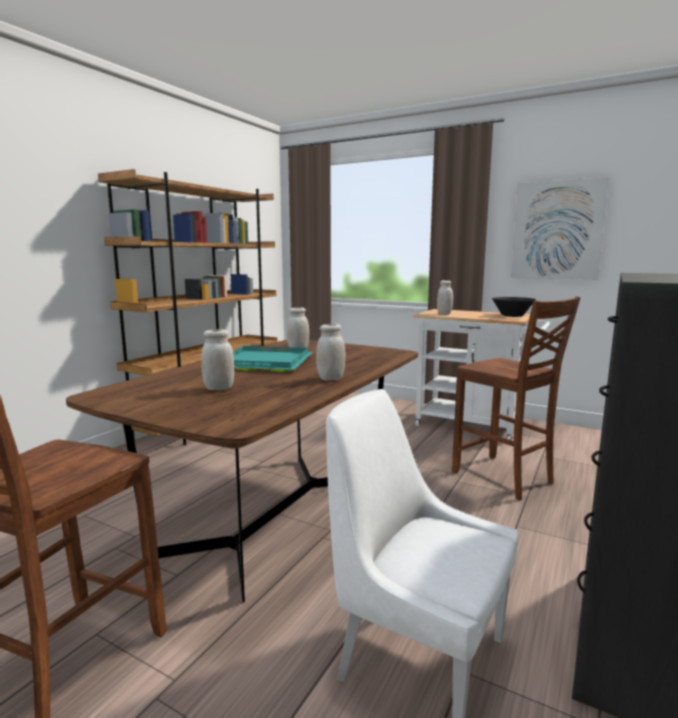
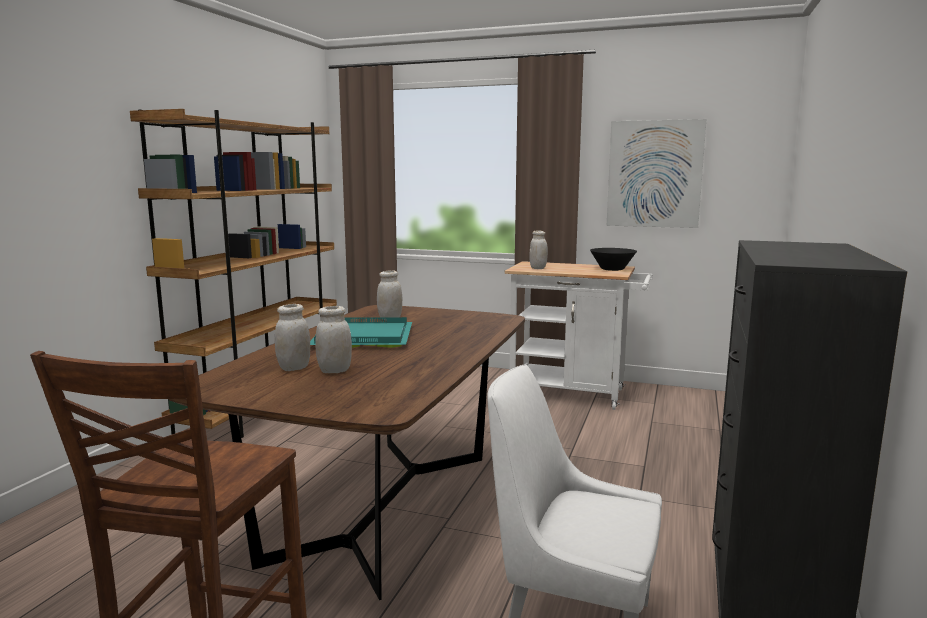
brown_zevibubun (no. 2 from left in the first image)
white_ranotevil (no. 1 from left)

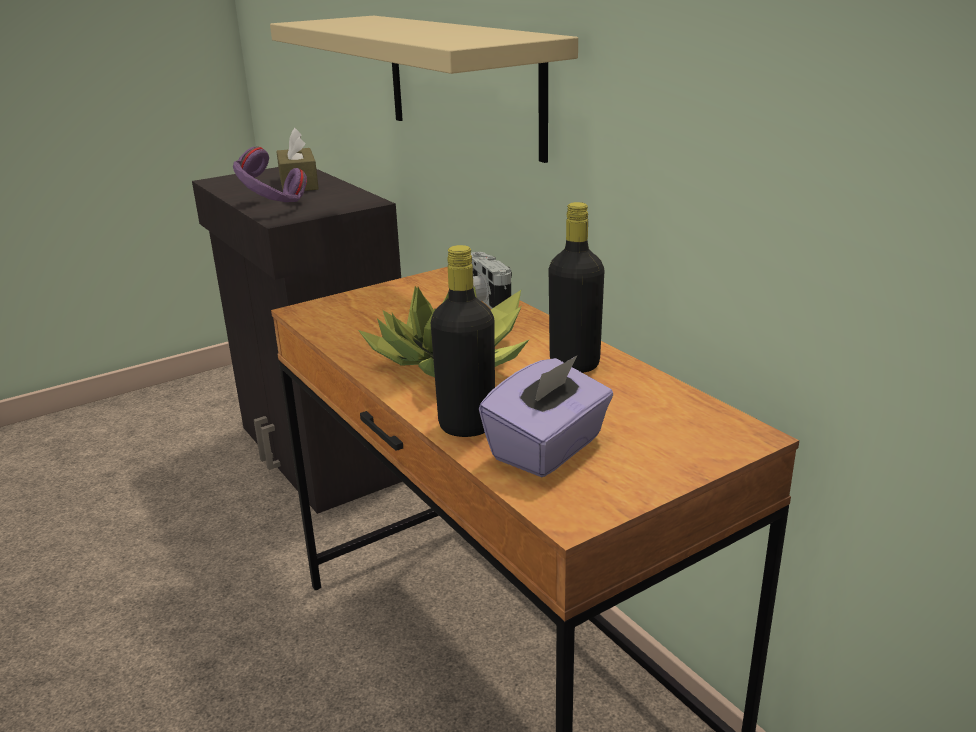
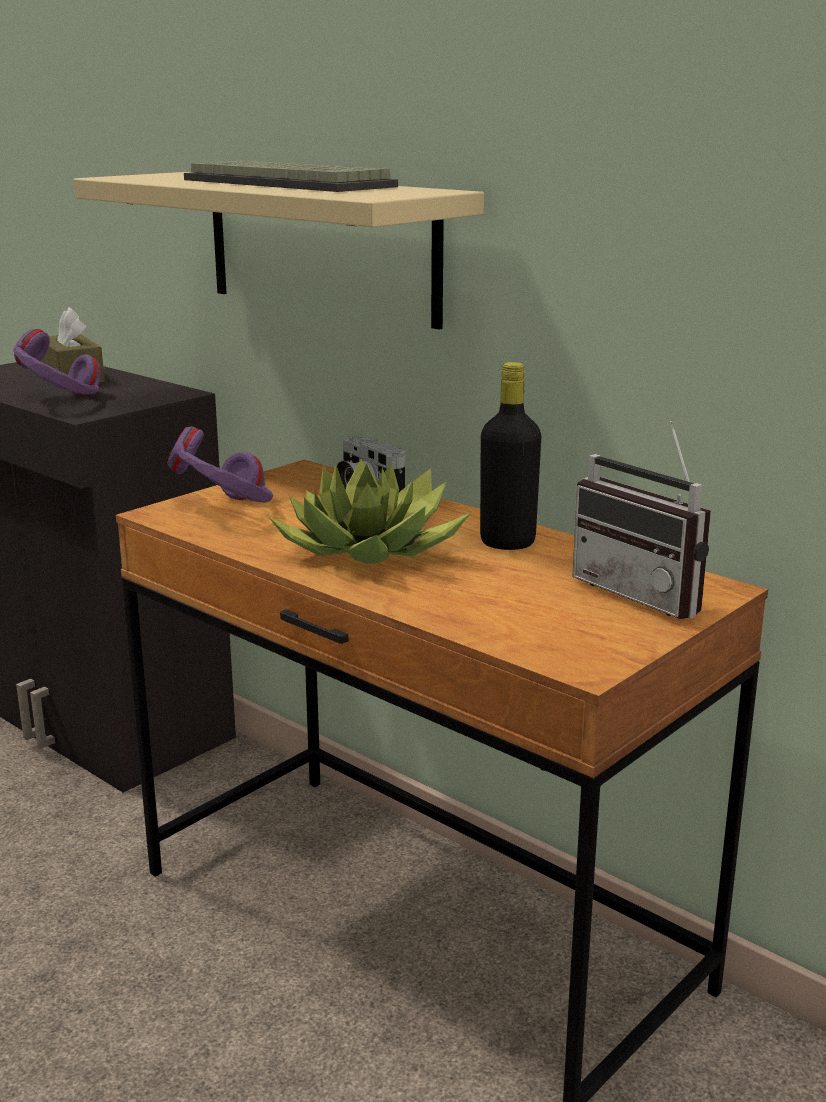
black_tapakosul (no. 1 from left in the first image)
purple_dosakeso
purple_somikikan (no. 2 from left)
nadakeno
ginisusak

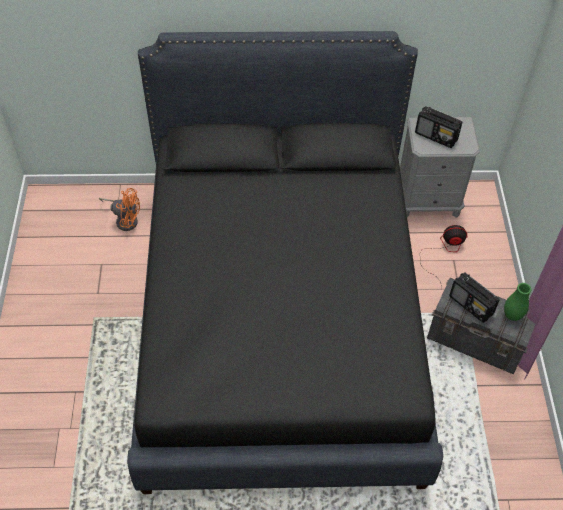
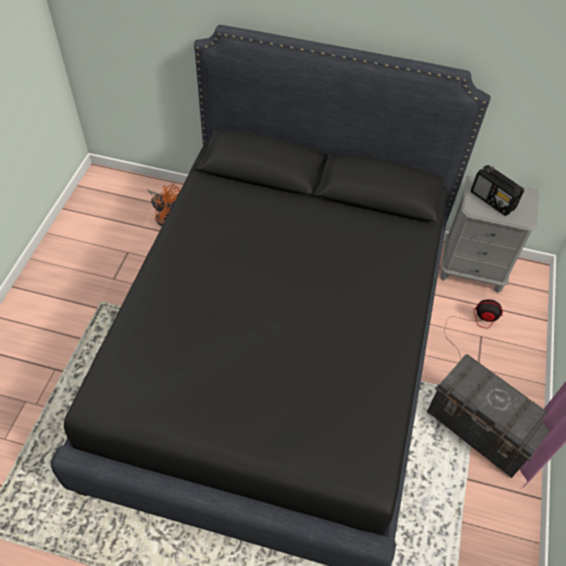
ginisusak (no. 2 from left in the first image)
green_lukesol

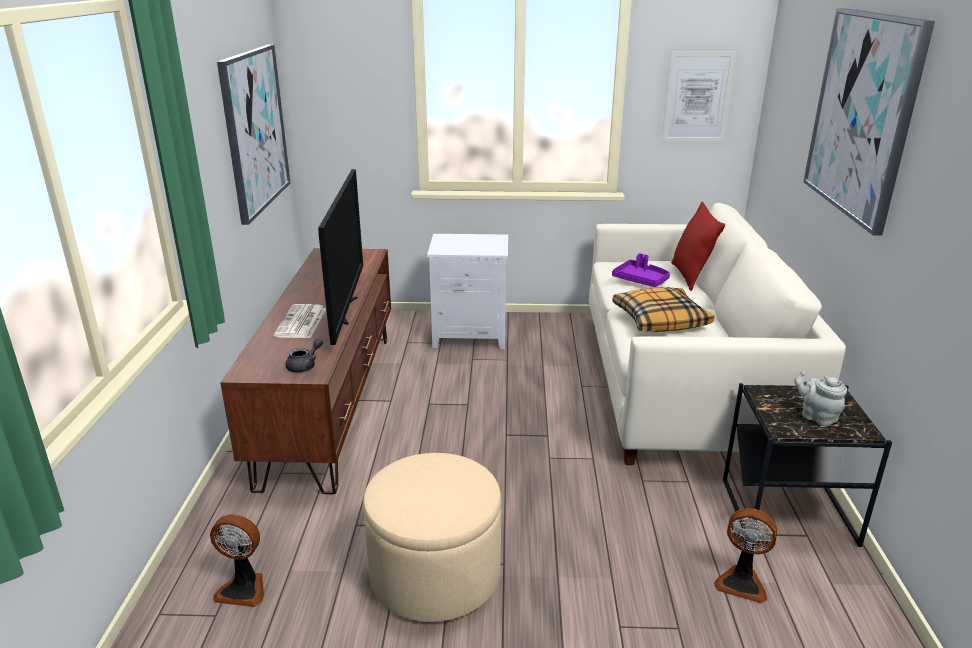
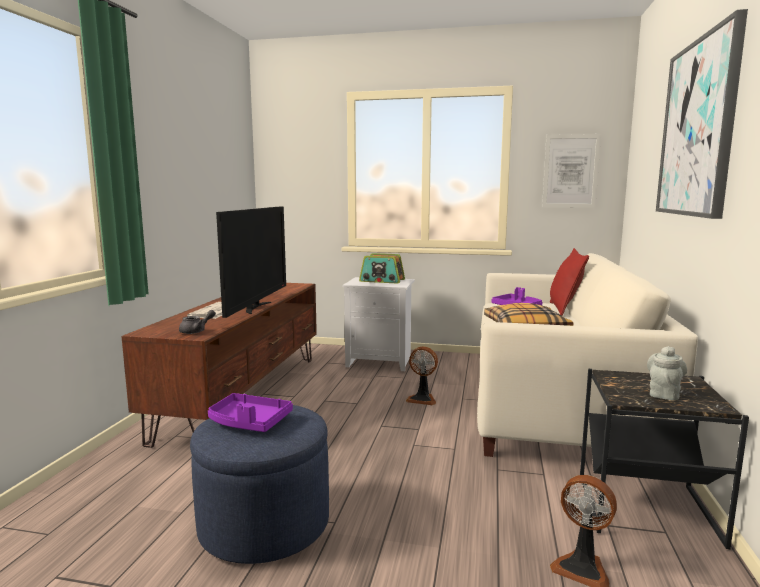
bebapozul (no. 1 from left in the first image)
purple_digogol (no. 1 from left)
ginisusak
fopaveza (no. 1 from left)
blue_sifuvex
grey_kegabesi (no. 2 from left)

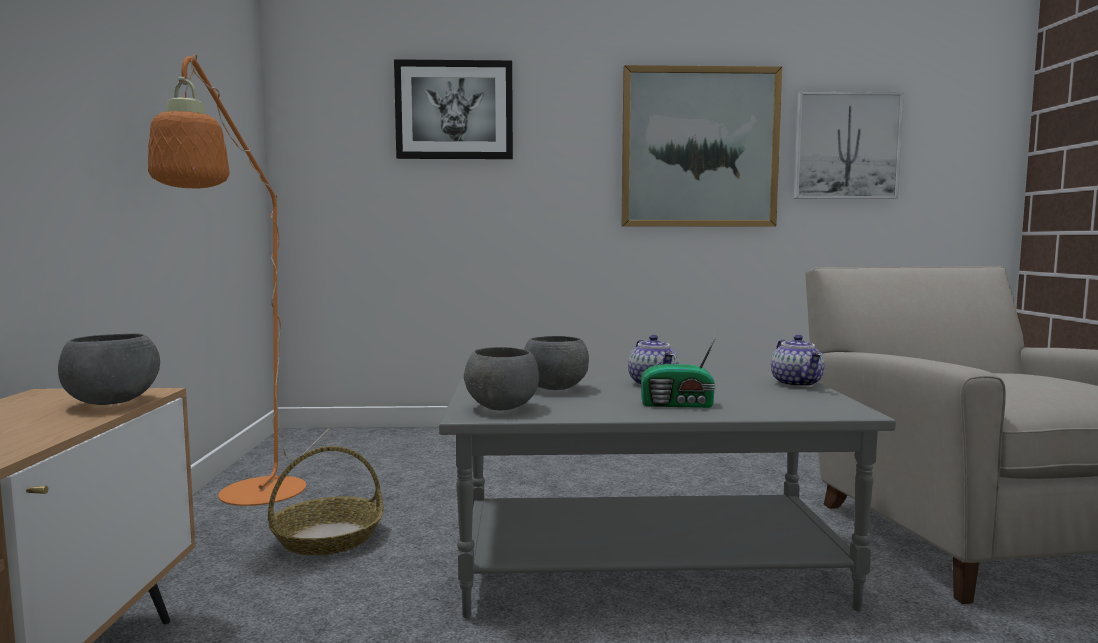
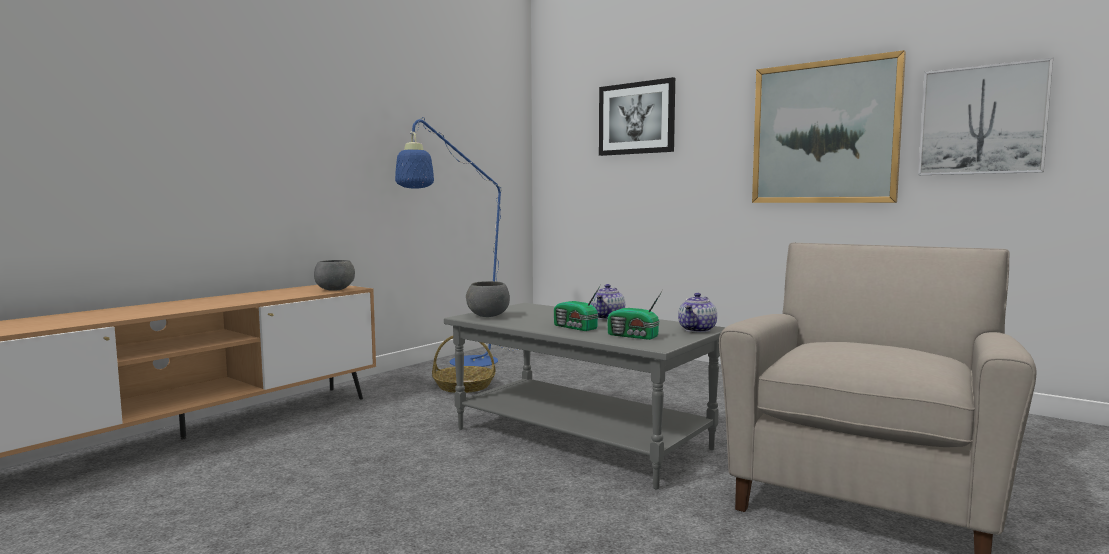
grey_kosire (no. 3 from left in the first image)
ginisusak (no. 2 from left)
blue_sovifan

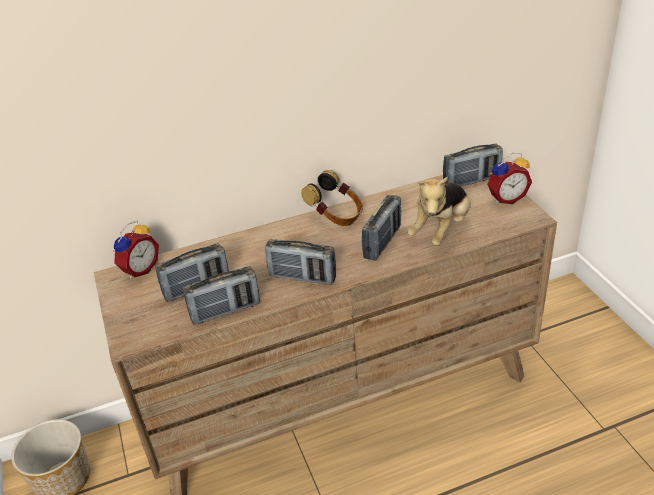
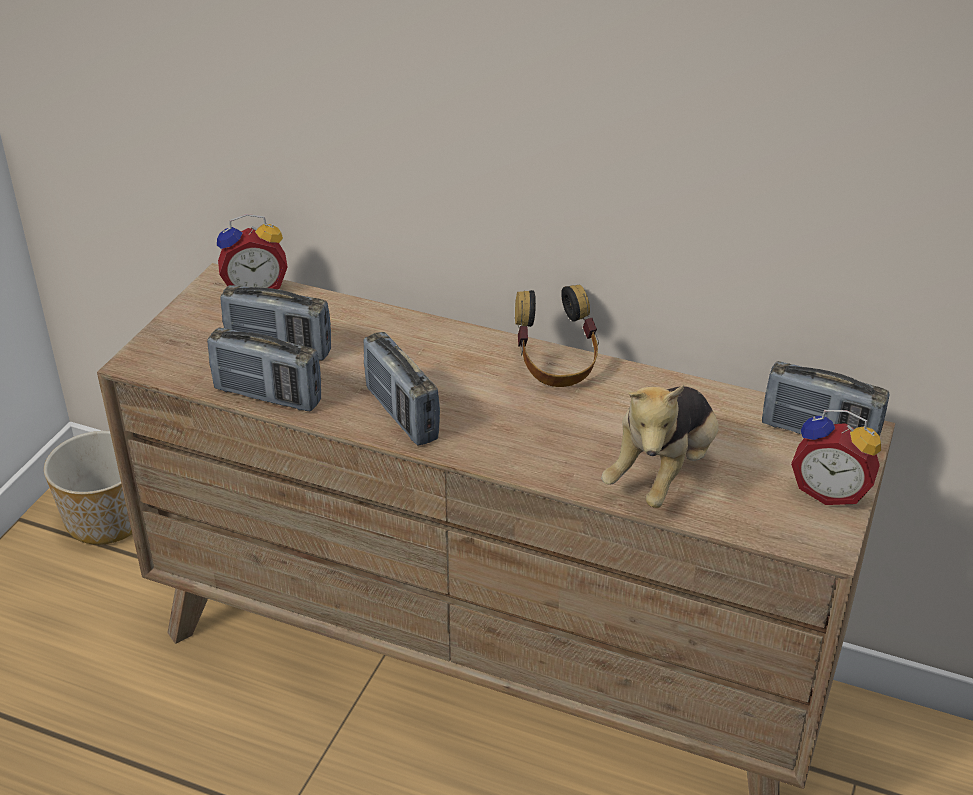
ginisusak (no. 4 from left in the first image)
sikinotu

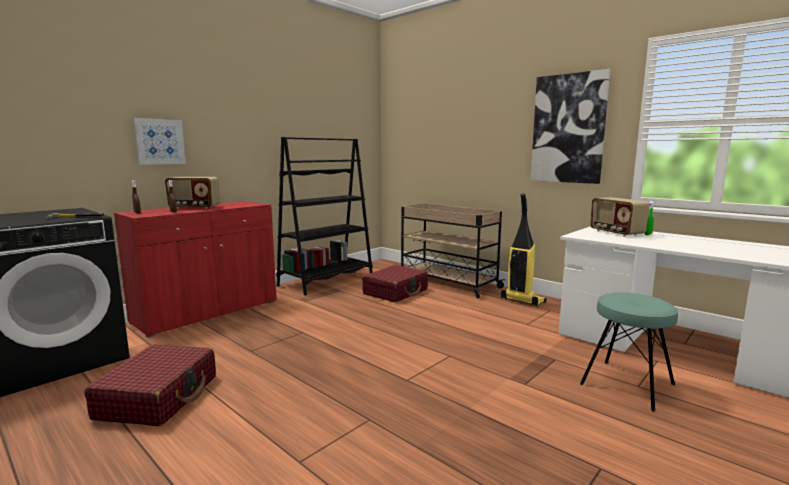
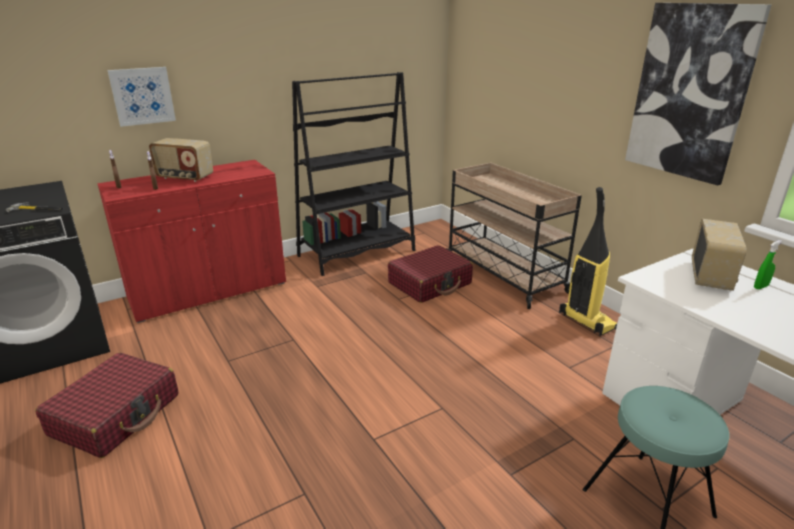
ginisusak (no. 2 from left)

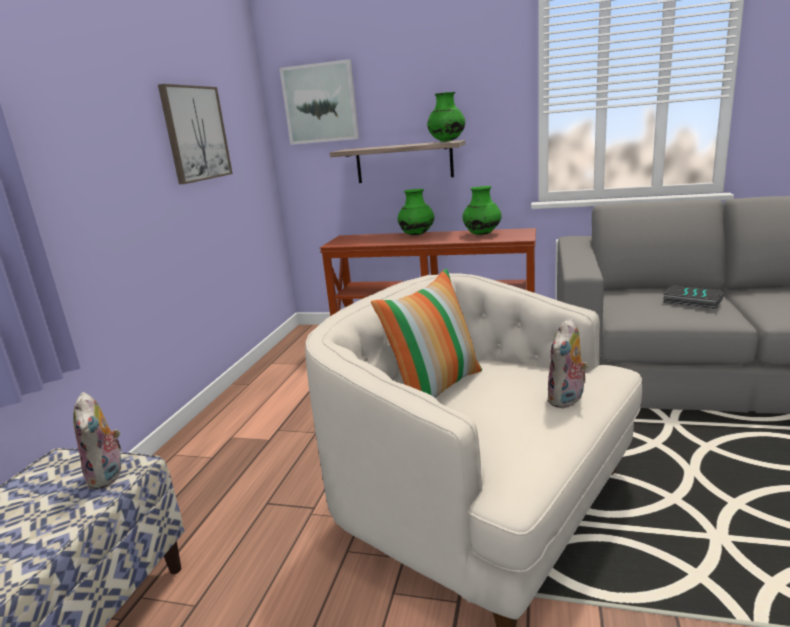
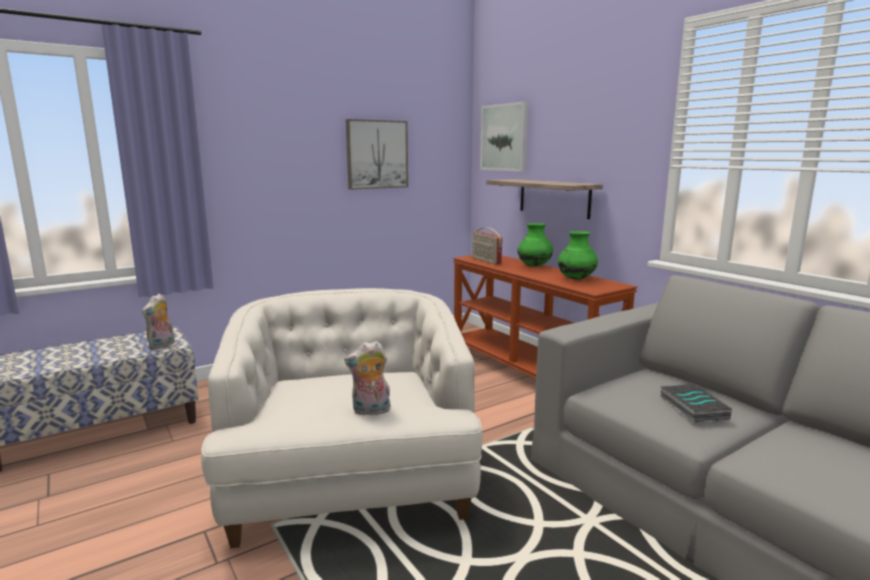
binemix
green_lukesol (no. 2 from left in the first image)
ginisusak

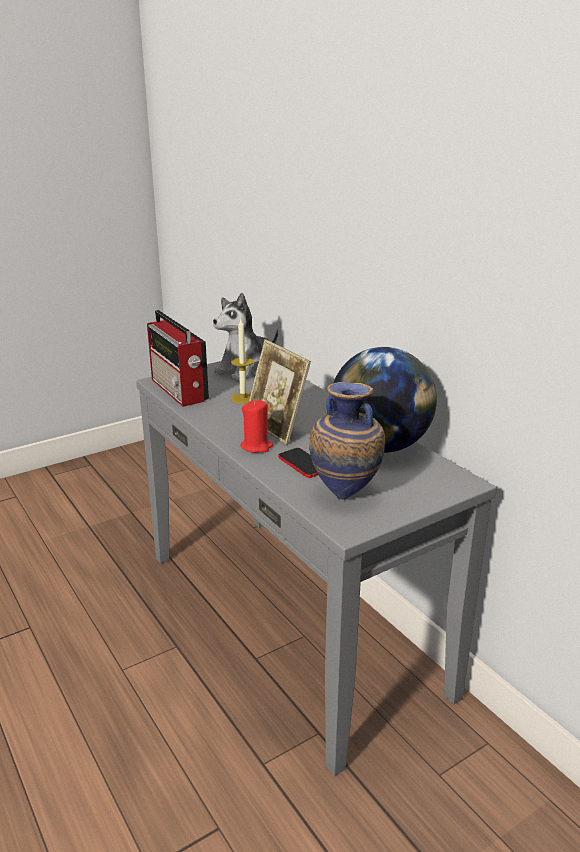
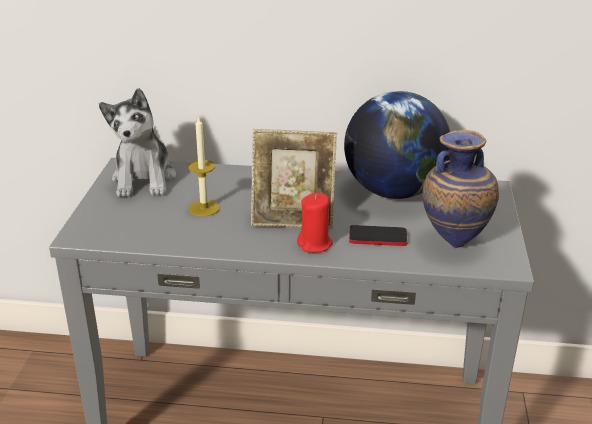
ginisusak

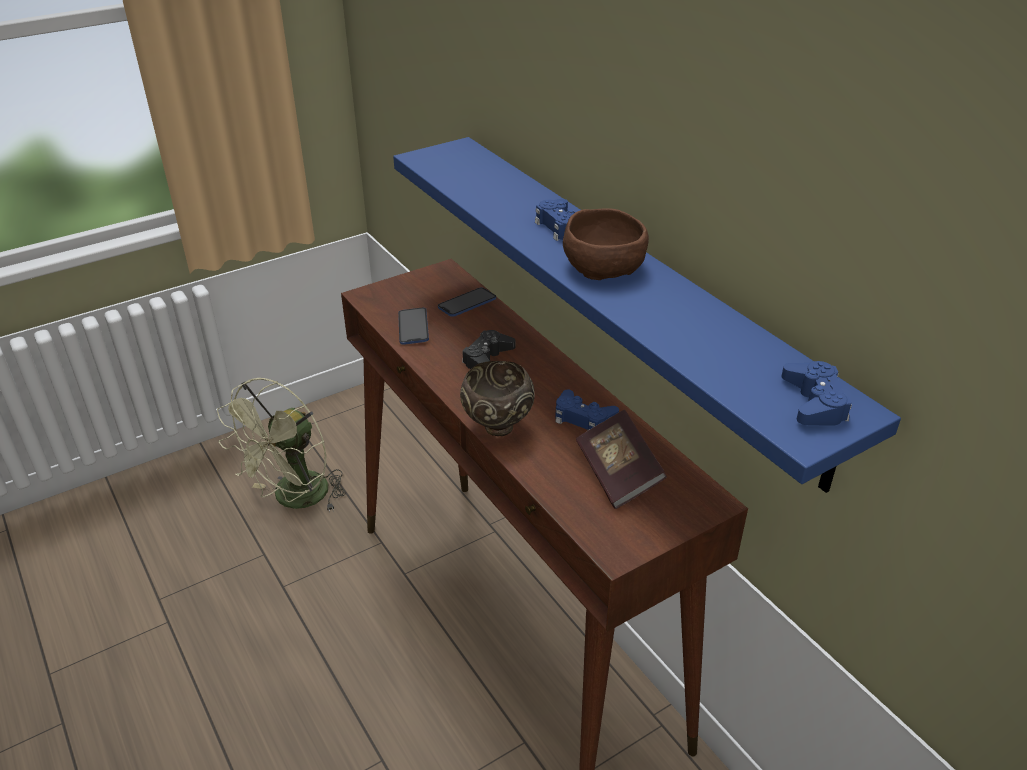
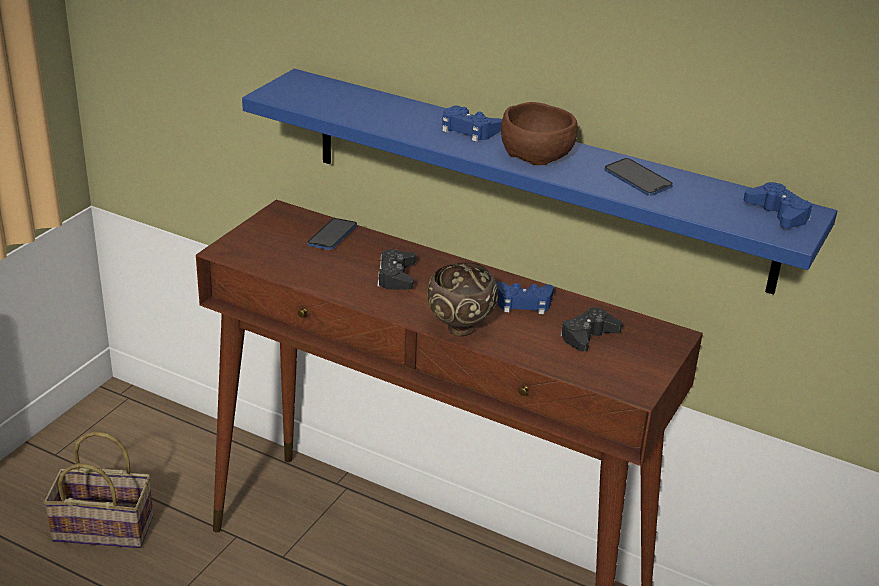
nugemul (no. 2 from left)
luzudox
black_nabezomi (no. 2 from left)

